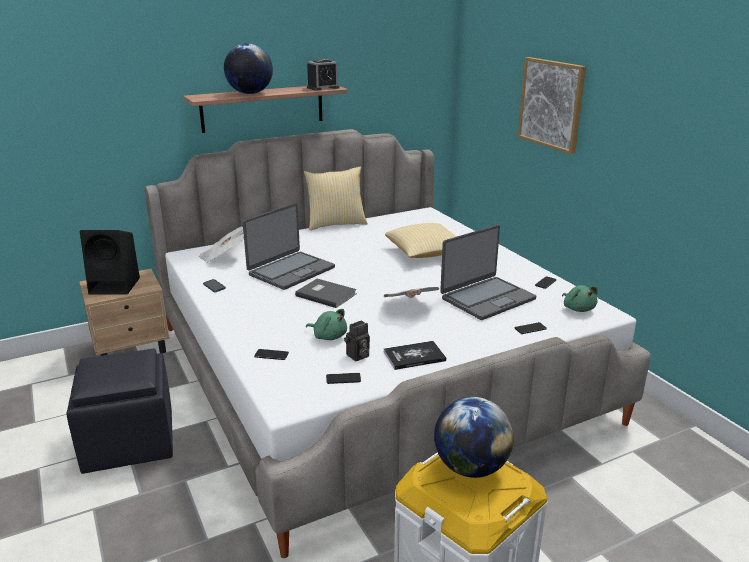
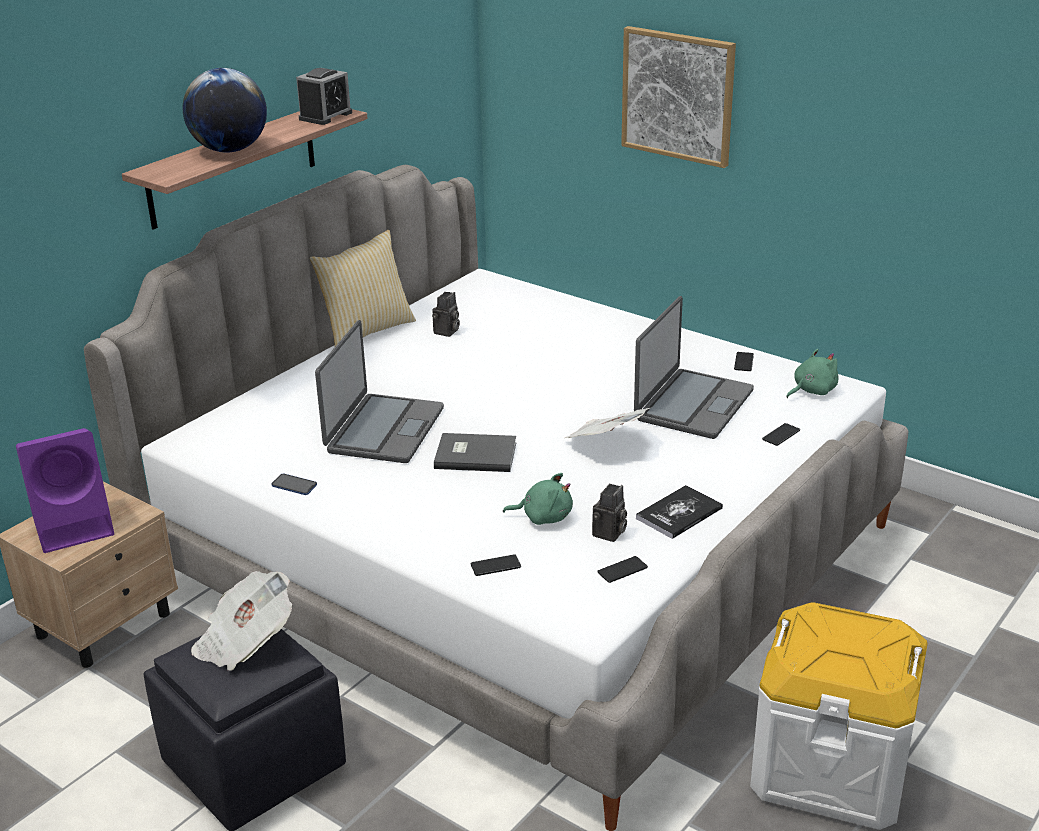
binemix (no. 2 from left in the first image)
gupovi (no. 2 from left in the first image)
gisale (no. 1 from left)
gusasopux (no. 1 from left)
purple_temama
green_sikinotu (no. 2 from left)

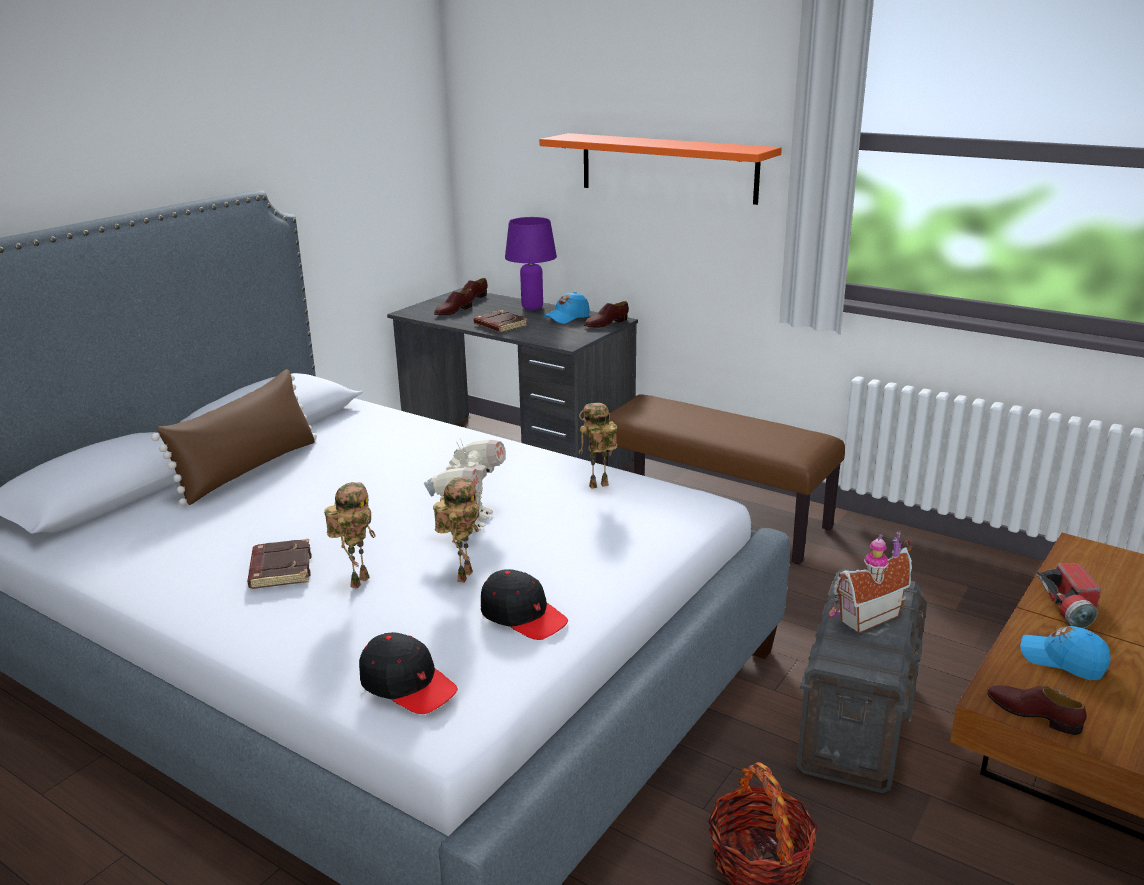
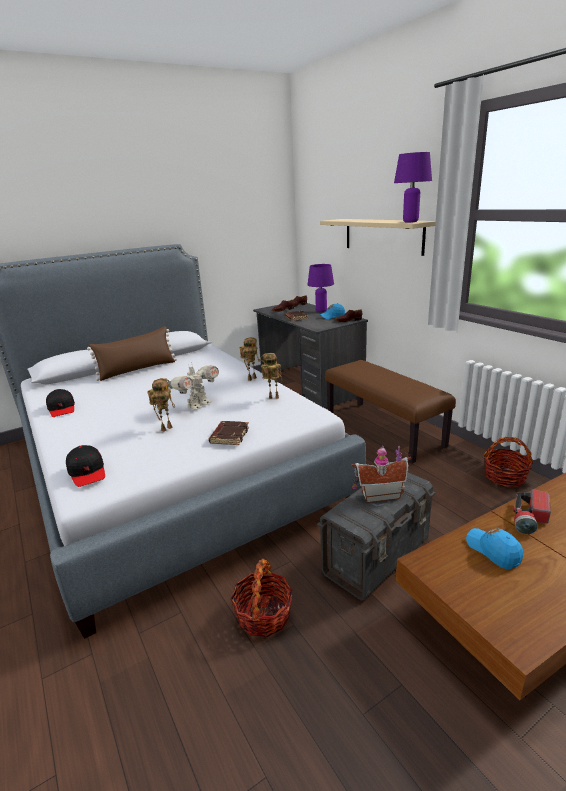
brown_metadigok (no. 4 from left in the first image)
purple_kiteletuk (no. 2 from left)
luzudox (no. 2 from left)
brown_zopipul (no. 1 from left)
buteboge (no. 3 from left)
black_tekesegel (no. 1 from left)
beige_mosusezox

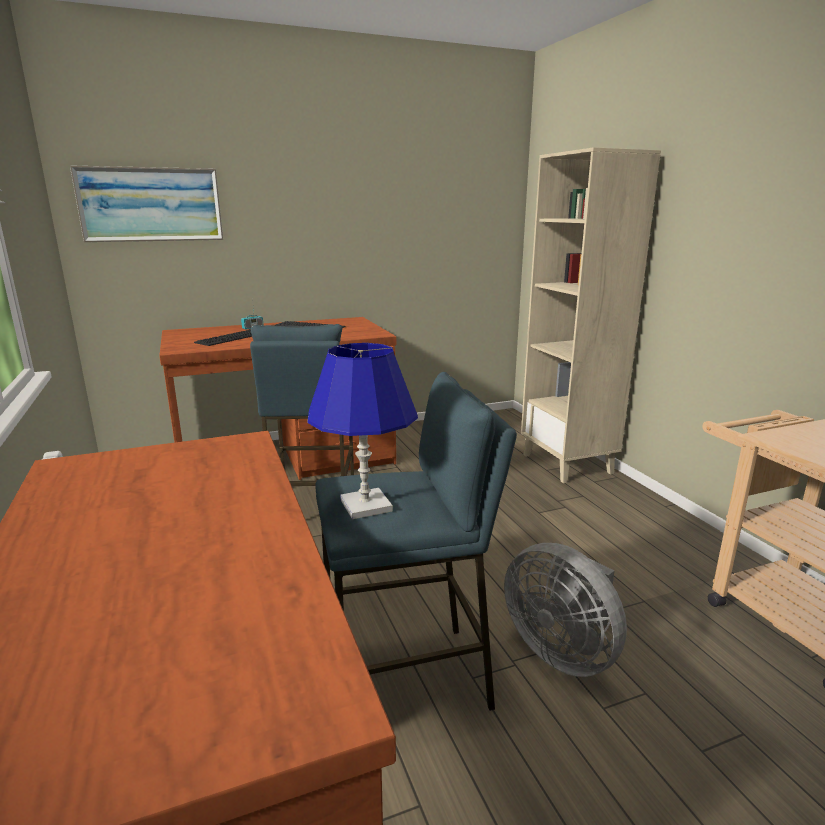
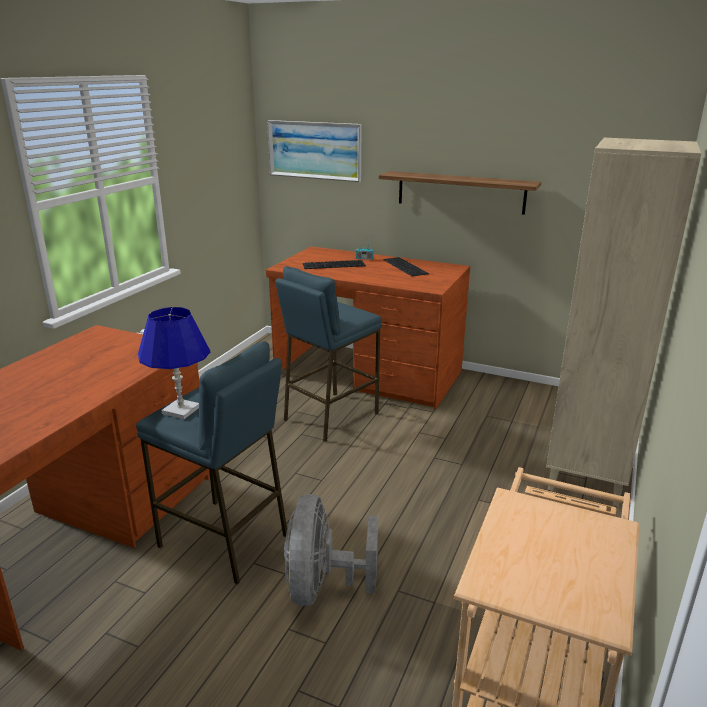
mosusezox

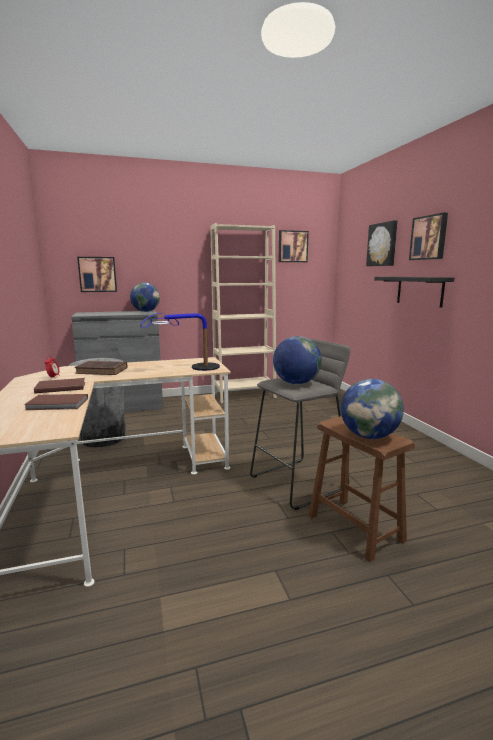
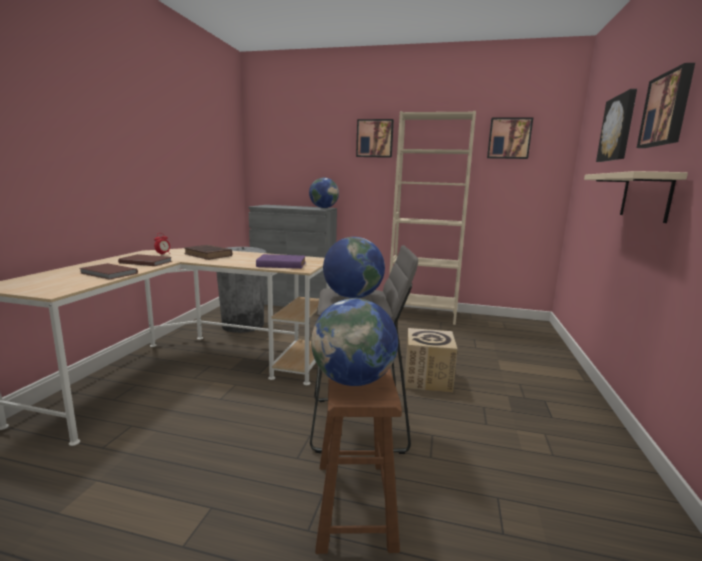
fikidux
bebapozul (no. 1 from left)
purple_zopipul
beige_mosusezox

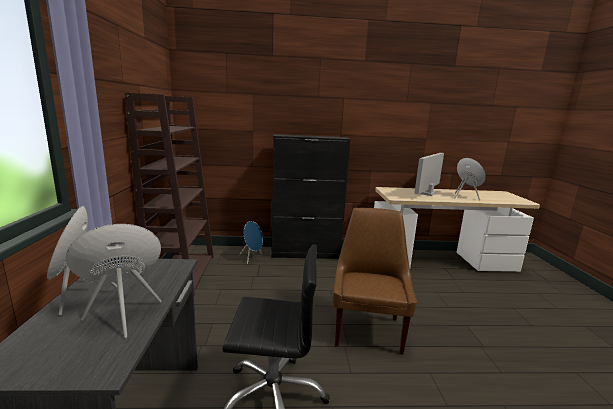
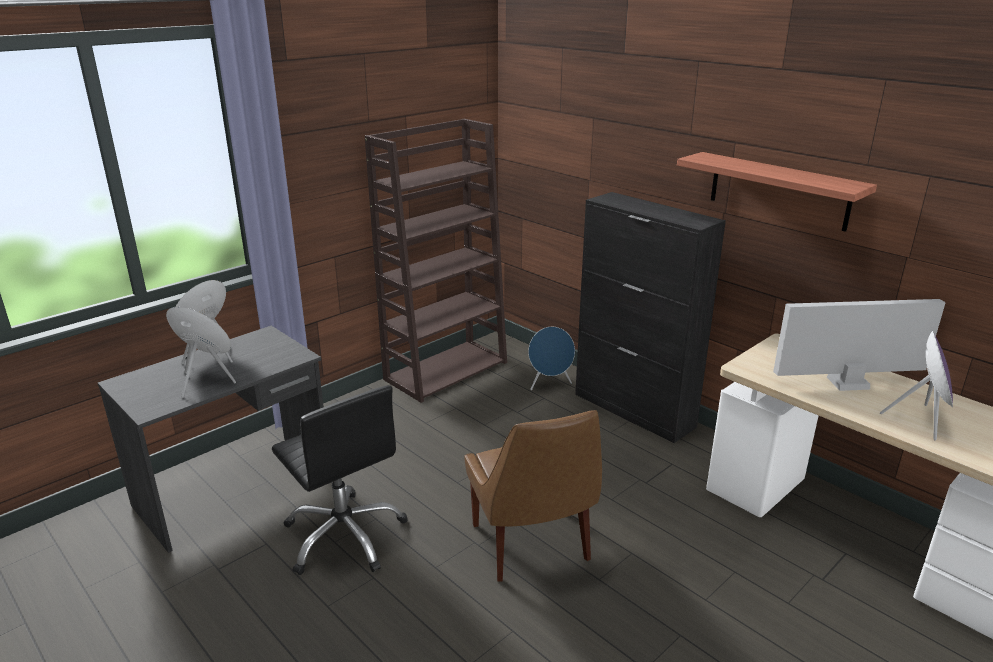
mosusezox
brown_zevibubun

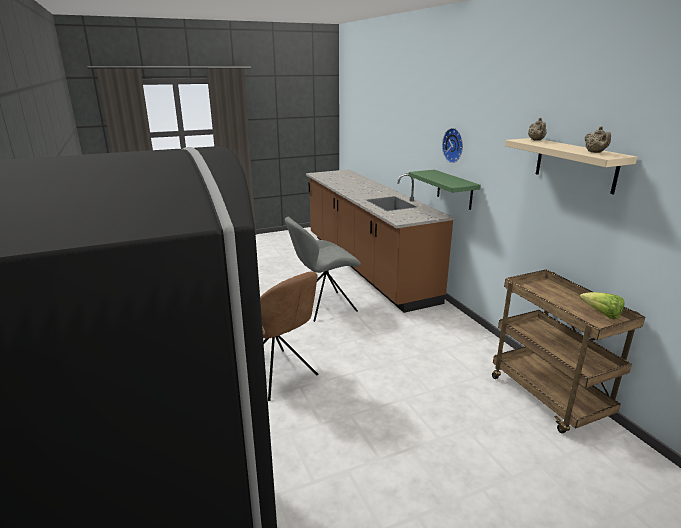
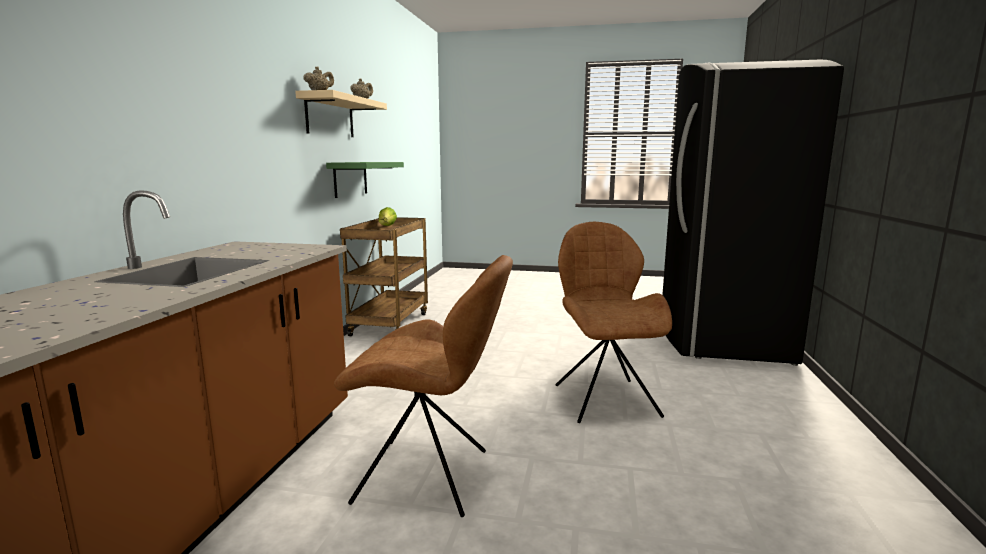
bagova
green_mosusezox
brown_zevibubun (no. 1 from left)

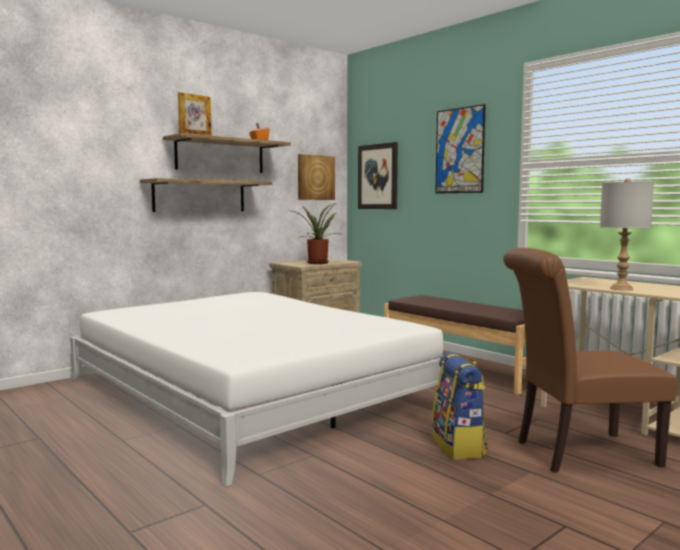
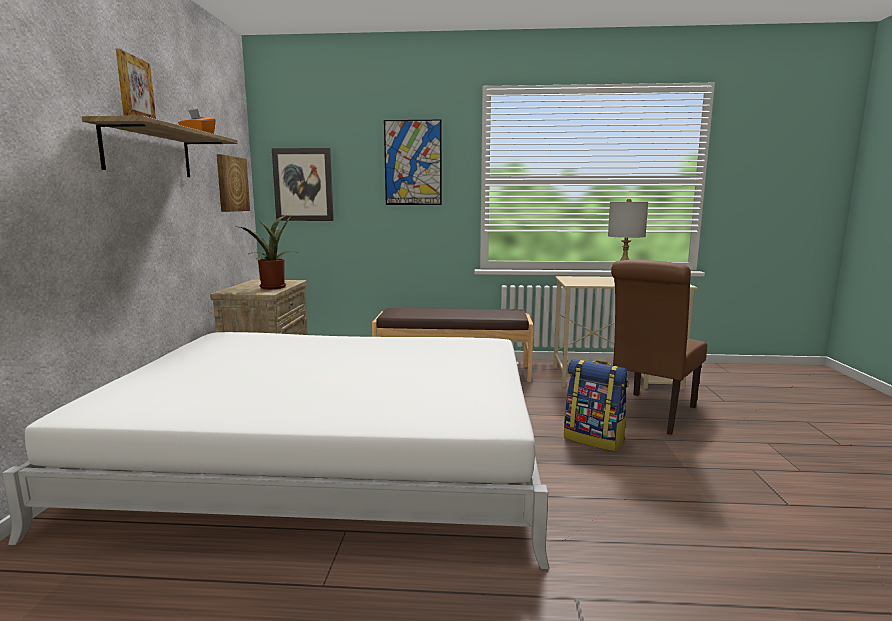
mosusezox (no. 1 from left in the first image)

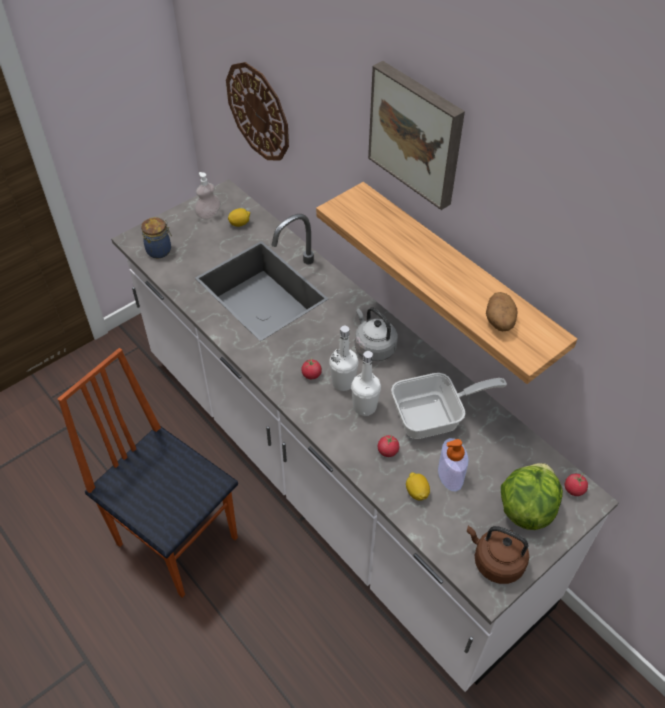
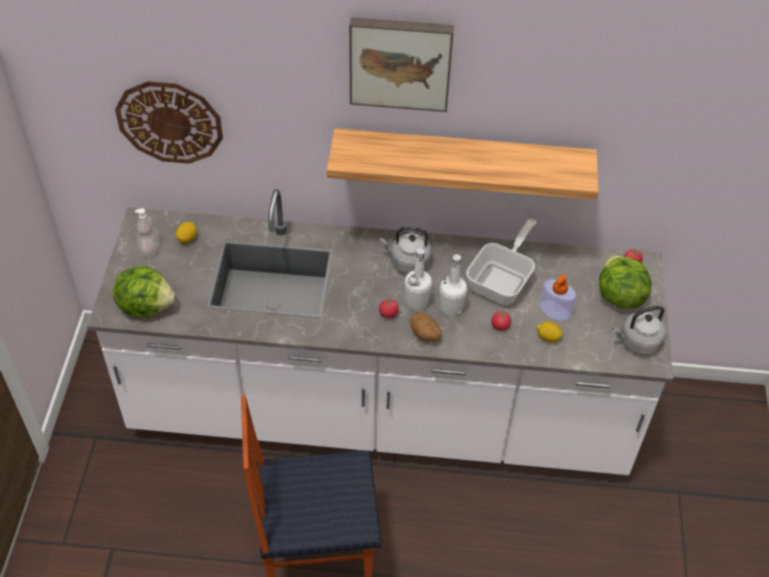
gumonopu
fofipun (no. 1 from left)
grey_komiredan (no. 2 from left)

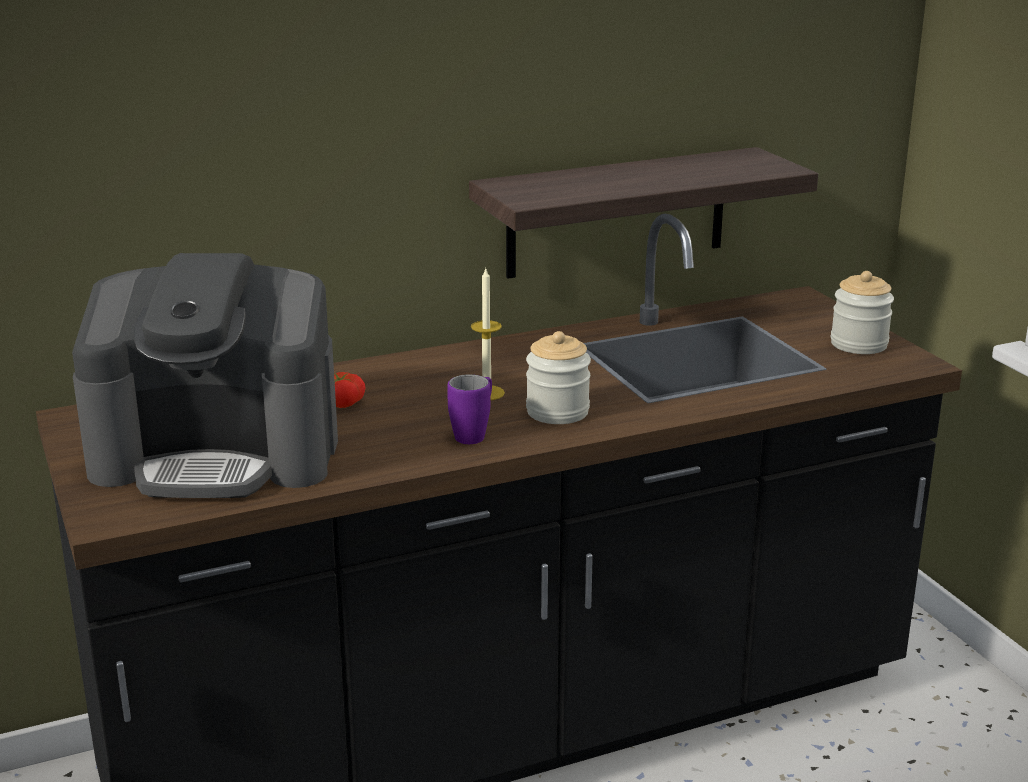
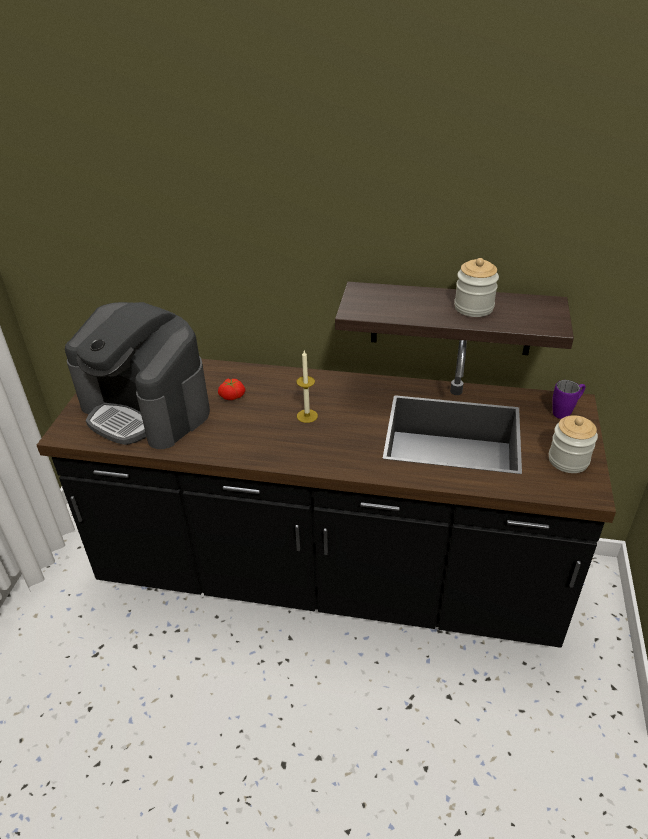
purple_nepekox
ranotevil (no. 1 from left)

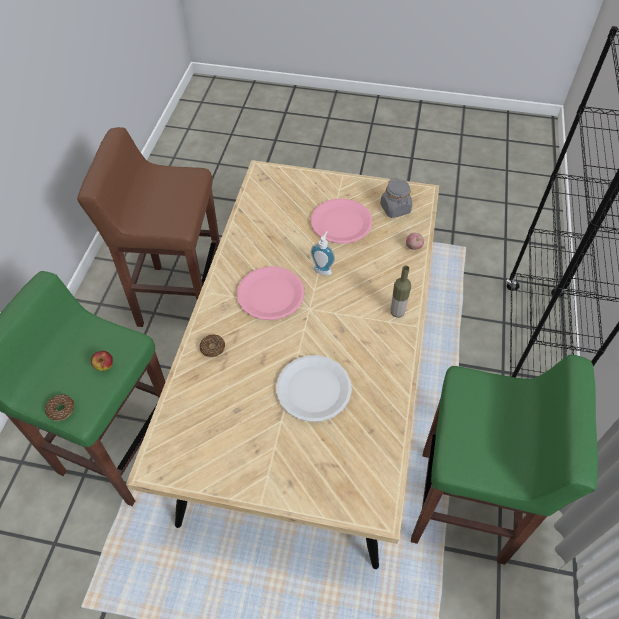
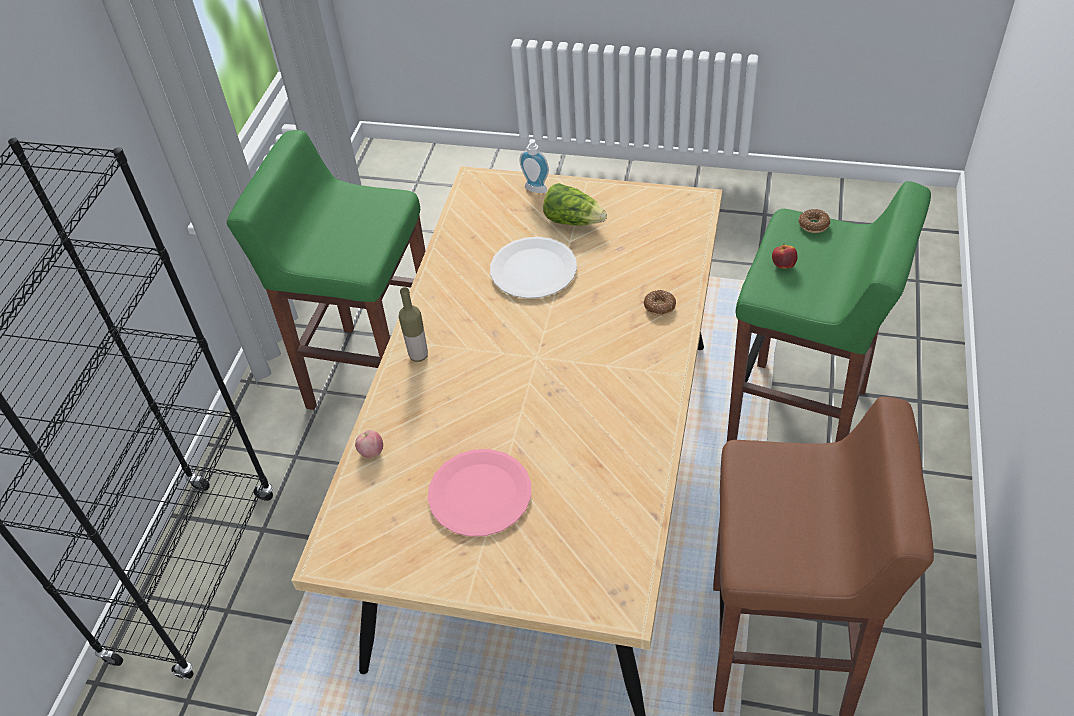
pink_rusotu (no. 1 from left in the first image)
grey_ranotevil
fofipun
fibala

